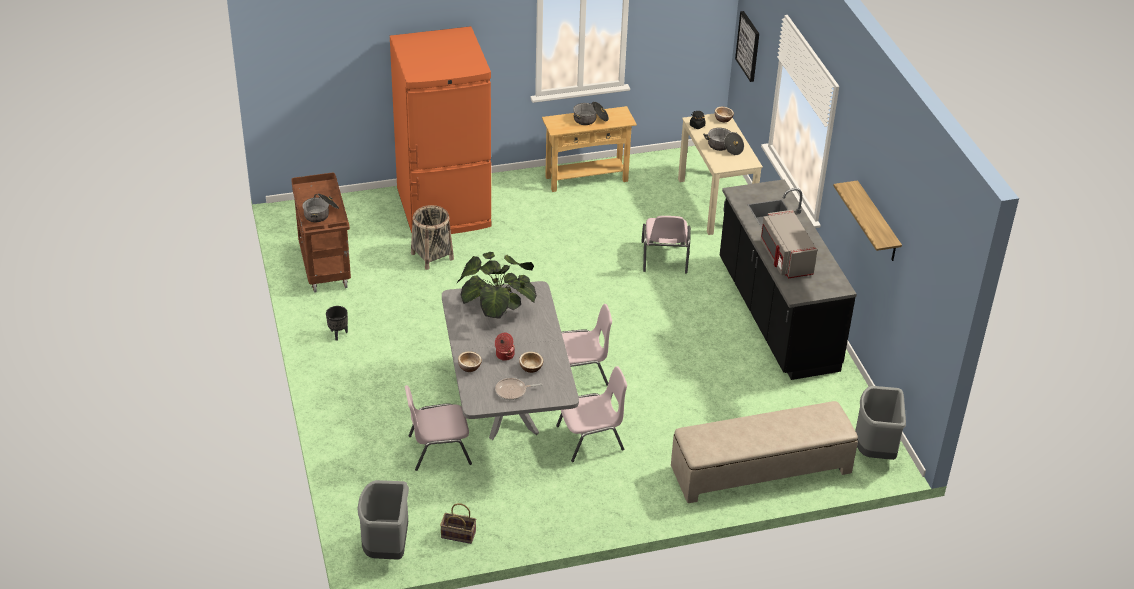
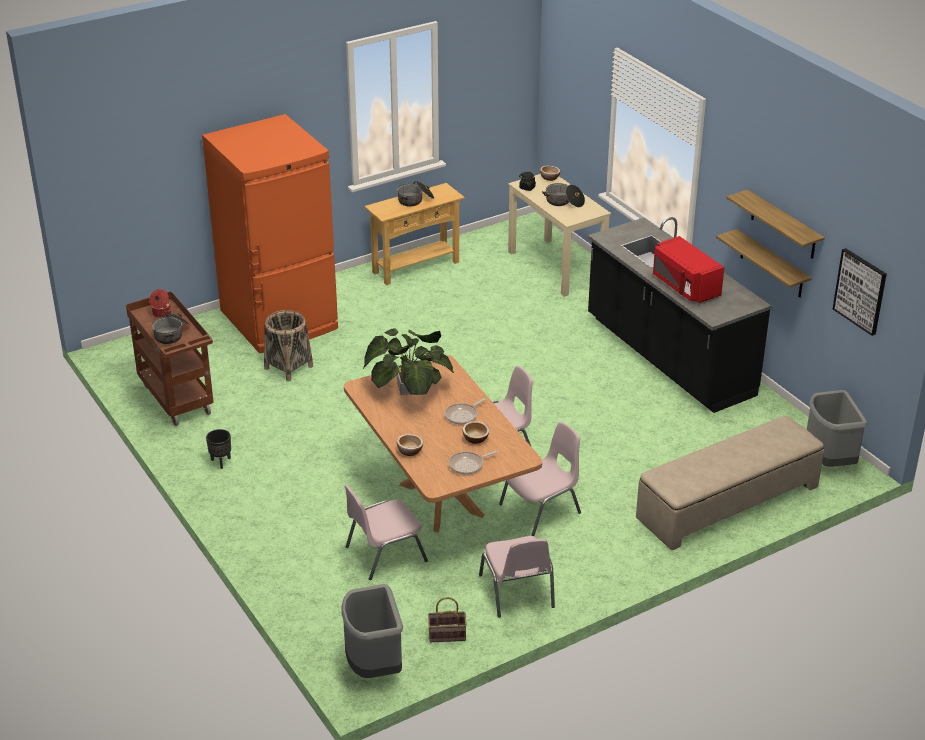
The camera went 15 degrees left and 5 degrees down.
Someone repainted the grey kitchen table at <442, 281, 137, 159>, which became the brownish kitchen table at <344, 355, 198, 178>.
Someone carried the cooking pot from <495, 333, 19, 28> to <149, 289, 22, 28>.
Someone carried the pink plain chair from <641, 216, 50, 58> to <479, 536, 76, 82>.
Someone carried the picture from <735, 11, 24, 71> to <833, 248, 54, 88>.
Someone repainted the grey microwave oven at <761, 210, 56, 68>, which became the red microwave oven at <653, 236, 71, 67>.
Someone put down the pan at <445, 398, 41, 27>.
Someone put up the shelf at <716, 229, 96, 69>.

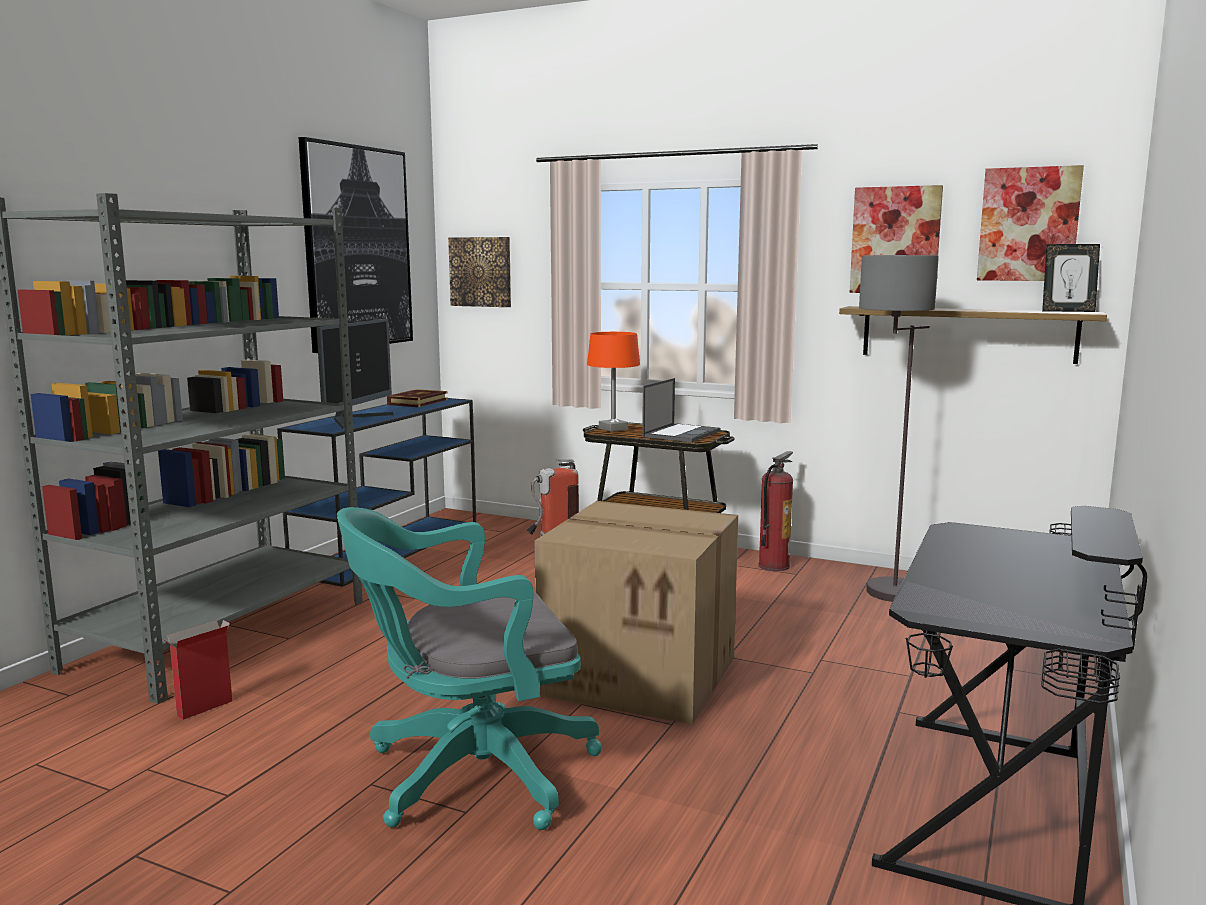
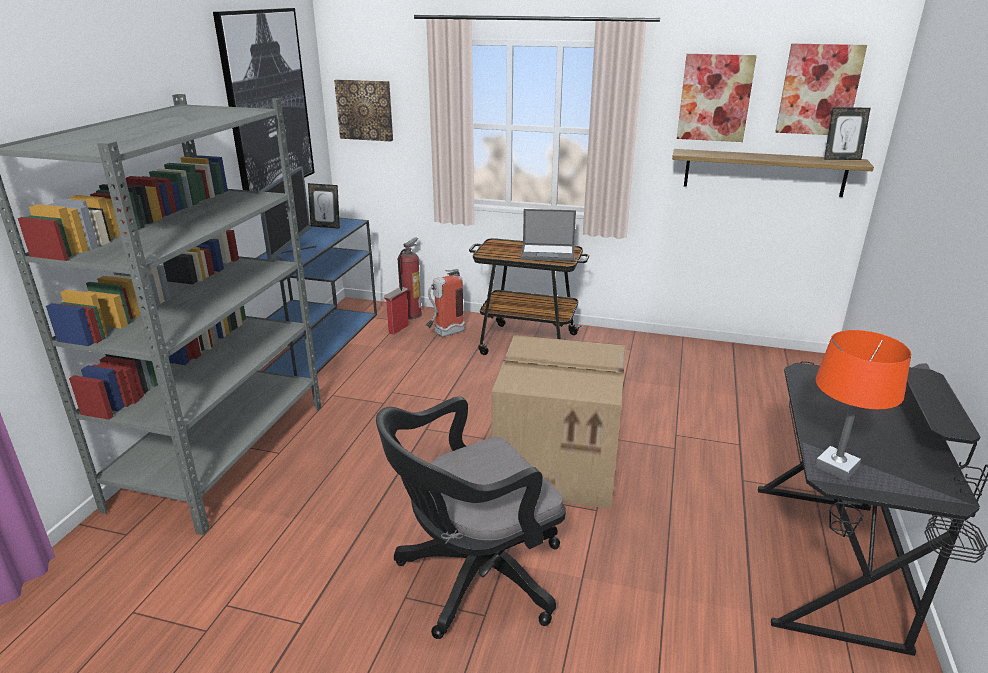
The camera went 10 degrees left and 15 degrees up.
Someone carried the packing box from <163, 620, 69, 100> to <384, 287, 25, 48>.
Someone repainted the turquoise desk chair at <337, 507, 265, 323>, which became the black desk chair at <376, 396, 190, 243>.
Someone swapped the bound book at <387, 389, 61, 18> for the standing frame at <308, 183, 32, 46>.
Someone carried the orange table lamp from <587, 332, 53, 100> to <815, 330, 96, 151>.
Someone rotated the portable computer at <642, 378, 78, 64> by 75 degrees clockwise.
Someone carried the extinguisher from <759, 451, 34, 120> to <398, 237, 24, 82>.
Someone took away the grey standing lamp at <859, 255, 80, 347>.

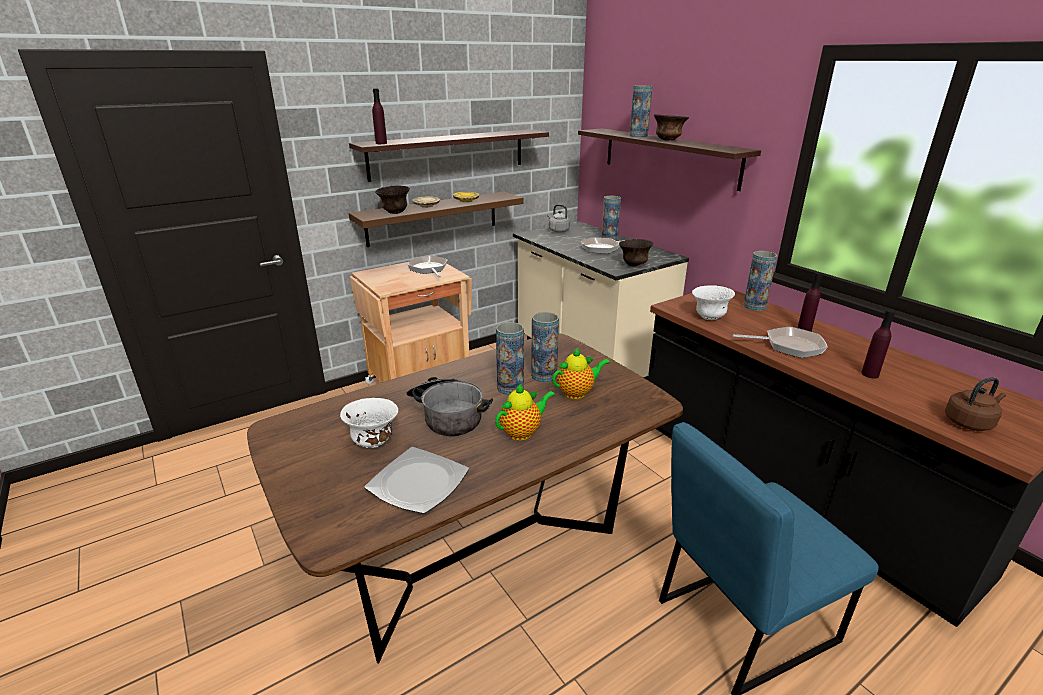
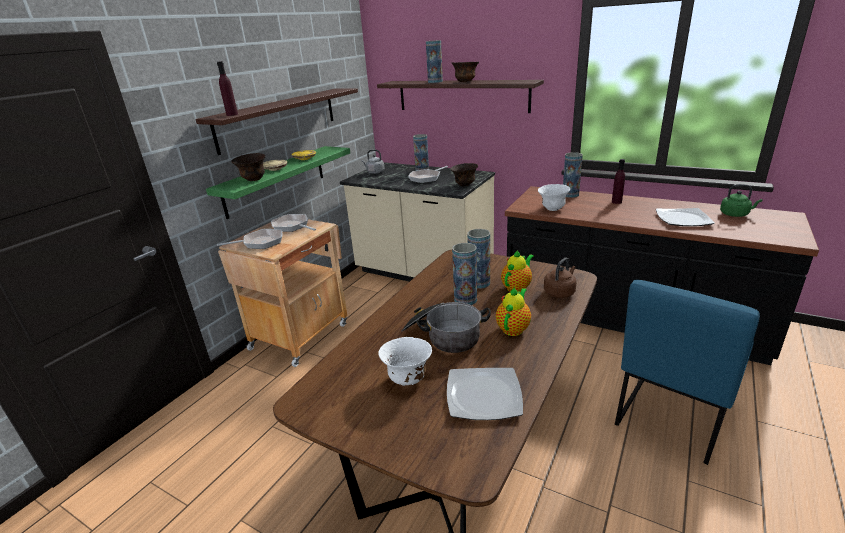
The camera went 25 degrees left and 0 degrees up.
Someone repainted the brownish shelf at <349, 192, 174, 55>, which became the greenish shelf at <206, 146, 144, 73>.
Someone carried the pan from <733, 327, 95, 31> to <217, 229, 66, 20>.
Someone swapped the purple-coloured beverage bottle at <861, 310, 34, 69> for the dinner plate at <656, 208, 59, 18>.
Someone carried the brownish kettle from <945, 377, 61, 54> to <544, 258, 32, 40>.
Someone put down the greenish kettle at <720, 184, 42, 33>.

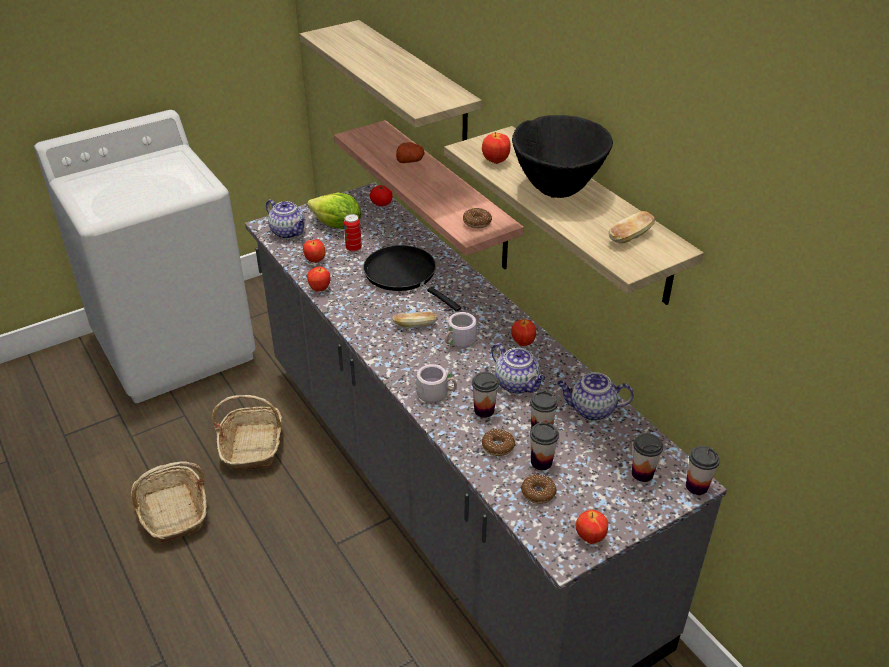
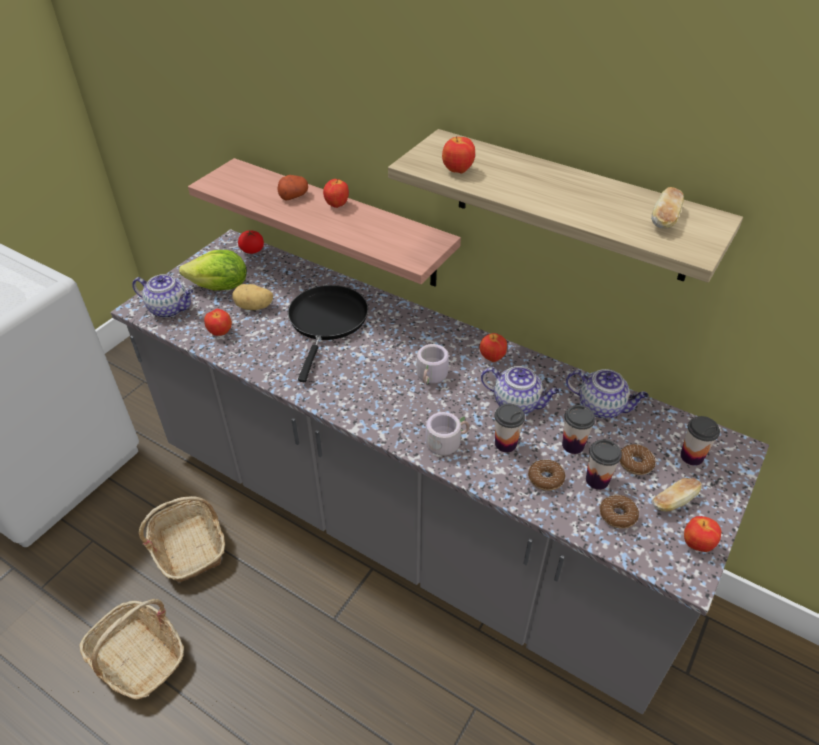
The camera went 25 degrees left and 5 degrees up.
Someone took away the shelf at <300, 20, 182, 121>.
Someone carried the apple fruit from <307, 266, 24, 26> to <323, 179, 26, 29>.
Someone swapped the metal can at <344, 214, 18, 38> for the whole potato at <232, 284, 41, 26>.
Someone rotated the black pan at <363, 245, 98, 67> by 75 degrees clockwise.
Someone carried the bread from <392, 312, 45, 16> to <652, 478, 50, 34>.
Someone carried the ring doughnut from <463, 208, 29, 20> to <620, 444, 36, 31>.
Someone took away the black deep dish at <512, 115, 101, 83>.
Someone rotated the pot for tea at <557, 372, 77, 49> by 135 degrees counterclockwise.
Someone took away the drinking cup at <686, 446, 34, 49>.

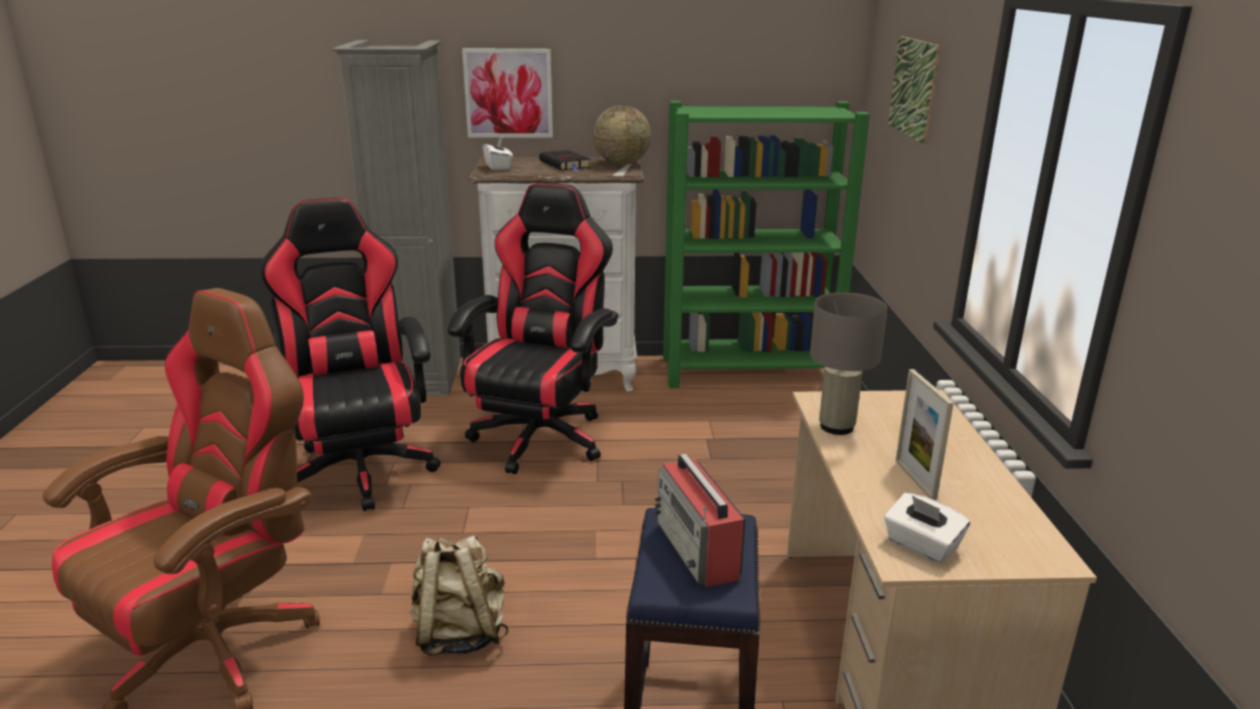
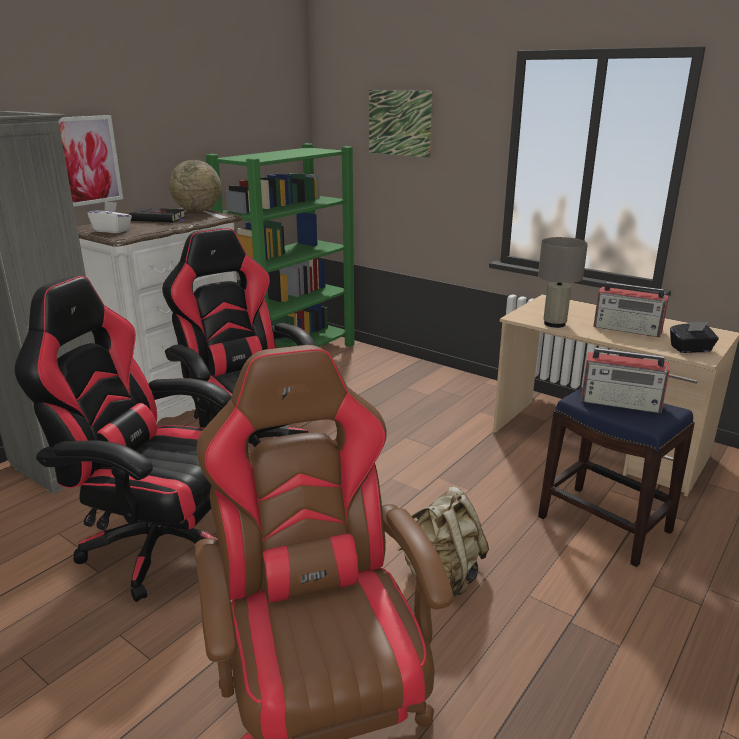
The camera went 50 degrees left and 0 degrees up.
Someone repainted the whitish tissue holder at <884, 493, 86, 70>, which became the black tissue holder at <670, 322, 49, 31>.
Someone swapped the standing frame at <896, 369, 58, 131> for the radio set at <593, 282, 76, 56>.

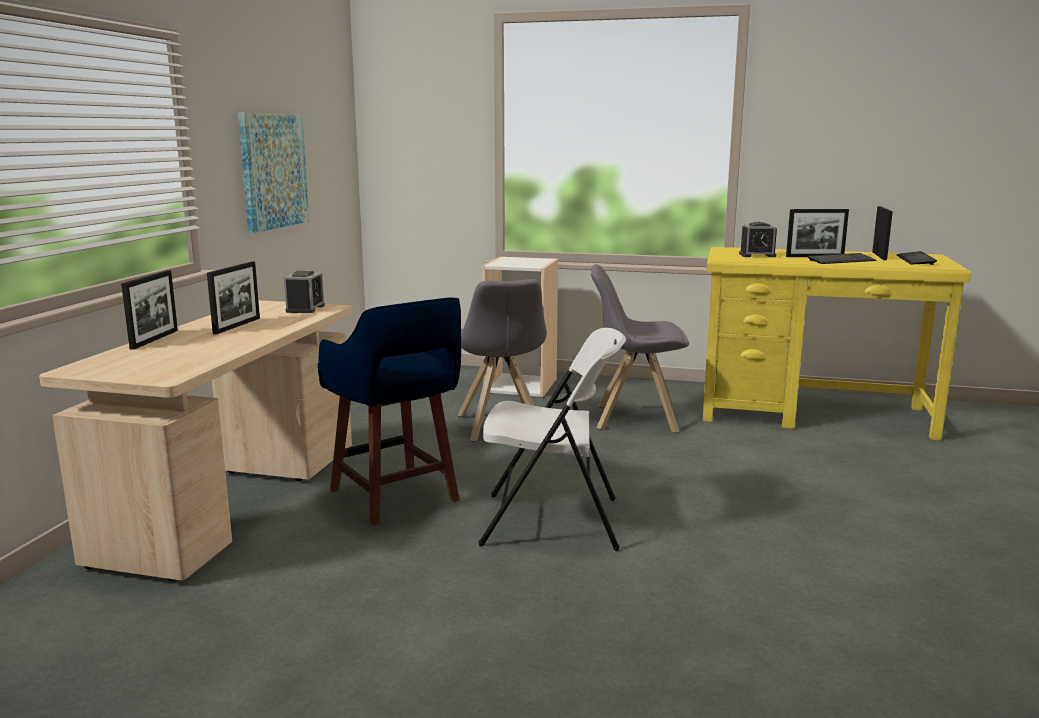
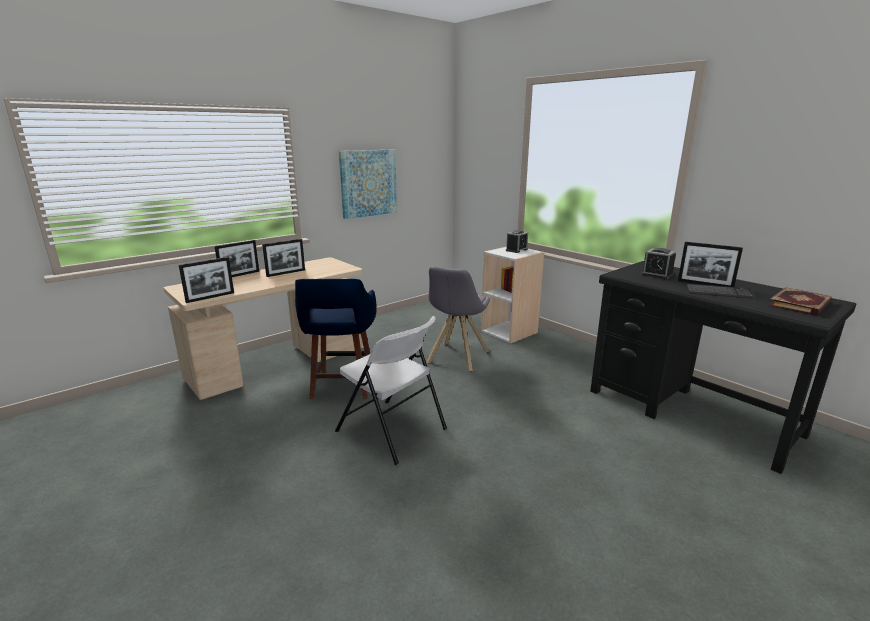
The camera went 35 degrees right and 5 degrees up.
Someone carried the alarm clock from <284, 271, 41, 42> to <506, 230, 22, 23>.
Someone took away the grey plain chair at <591, 264, 98, 169>.
Someone repainted the yellow desk unit at <703, 247, 268, 194>, which became the black desk unit at <590, 261, 267, 213>.
Someone carried the standing frame from <872, 206, 21, 54> to <179, 257, 55, 46>.
Someone swapped the keyboard at <896, 251, 41, 14> for the bound book at <768, 287, 64, 29>.

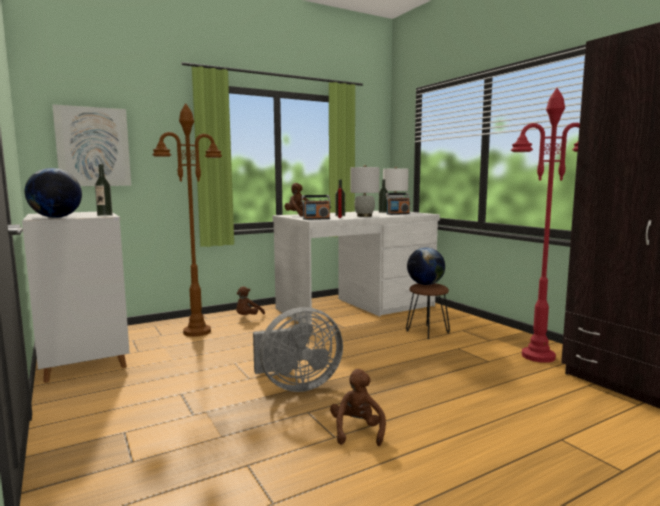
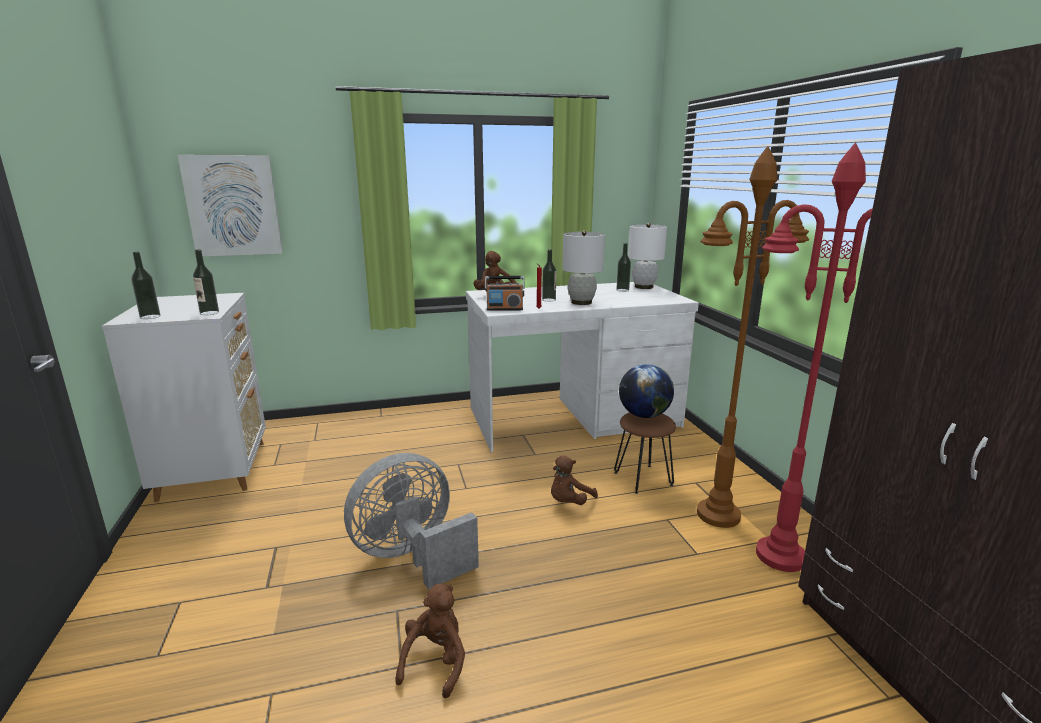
The camera went 15 degrees right and 10 degrees up.
Someone swapped the globe at <25, 168, 57, 50> for the beverage bottle at <131, 252, 29, 67>.
Someone carried the brownish standing lamp from <152, 103, 70, 234> to <697, 146, 112, 382>.
Someone carried the brownish plush toy from <236, 286, 29, 29> to <551, 456, 47, 49>.
Someone rotated the grey electric fan at <253, 307, 90, 85> by 150 degrees clockwise.
Someone took away the radio set at <385, 193, 25, 22>.

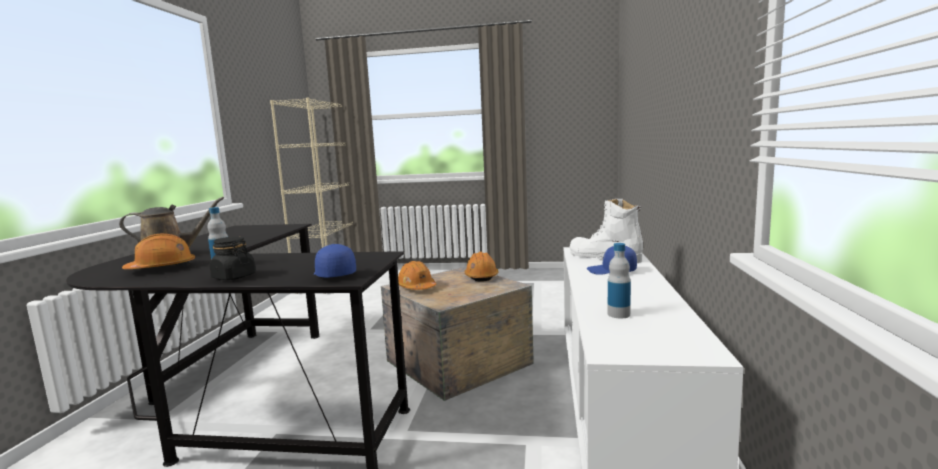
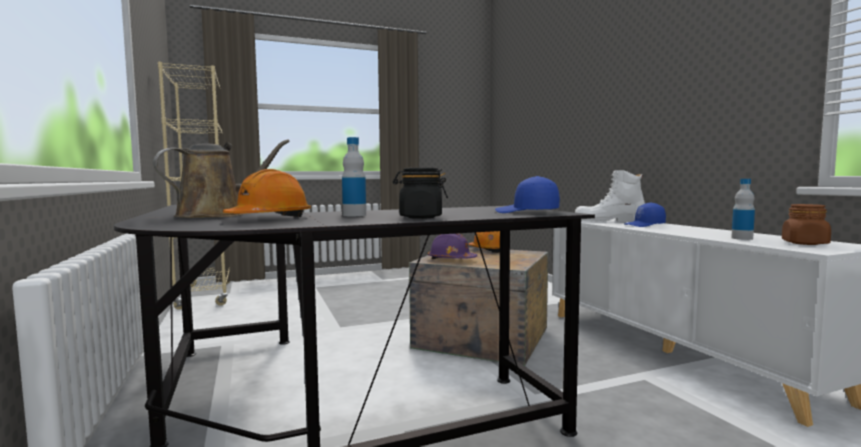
The camera went 30 degrees left and 5 degrees down.
Someone repainted the orange work helmet at <398, 261, 38, 29>, which became the purple-coloured work helmet at <428, 233, 49, 26>.
Someone put down the brownish jar at <782, 204, 49, 41>.

